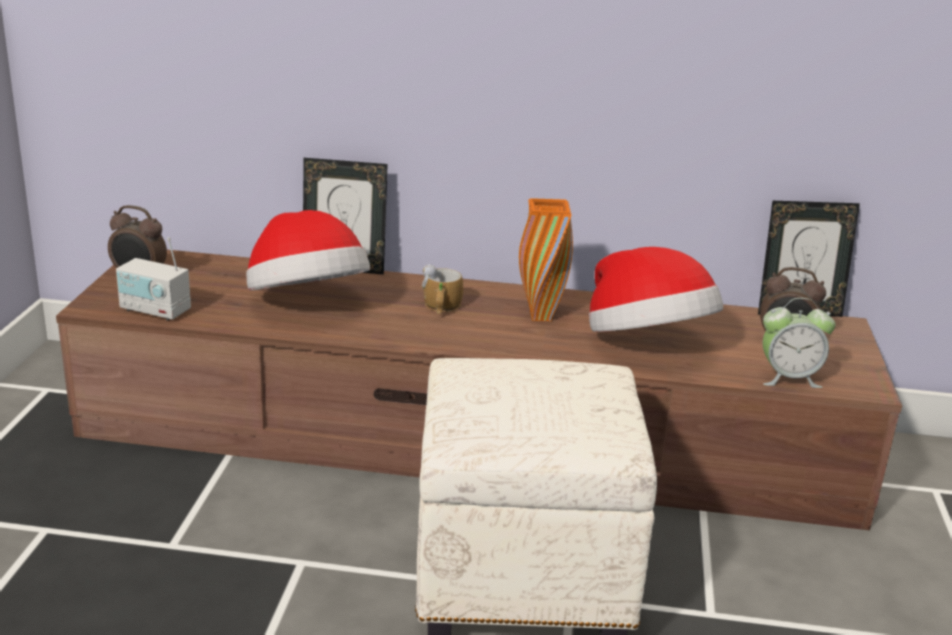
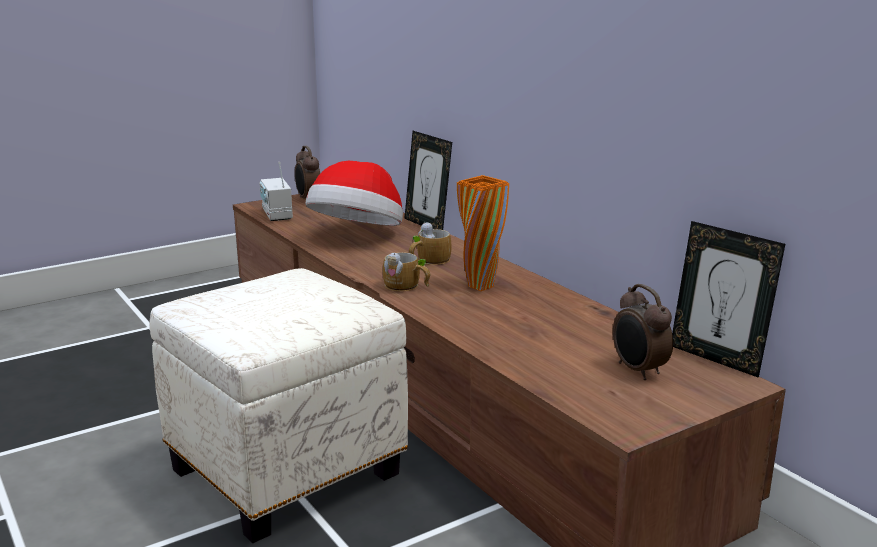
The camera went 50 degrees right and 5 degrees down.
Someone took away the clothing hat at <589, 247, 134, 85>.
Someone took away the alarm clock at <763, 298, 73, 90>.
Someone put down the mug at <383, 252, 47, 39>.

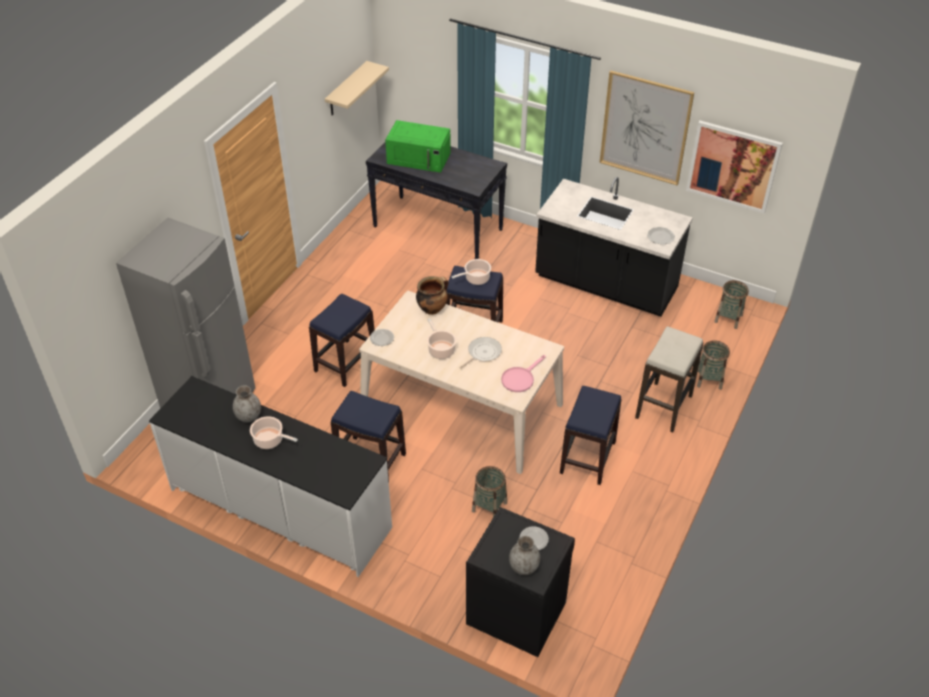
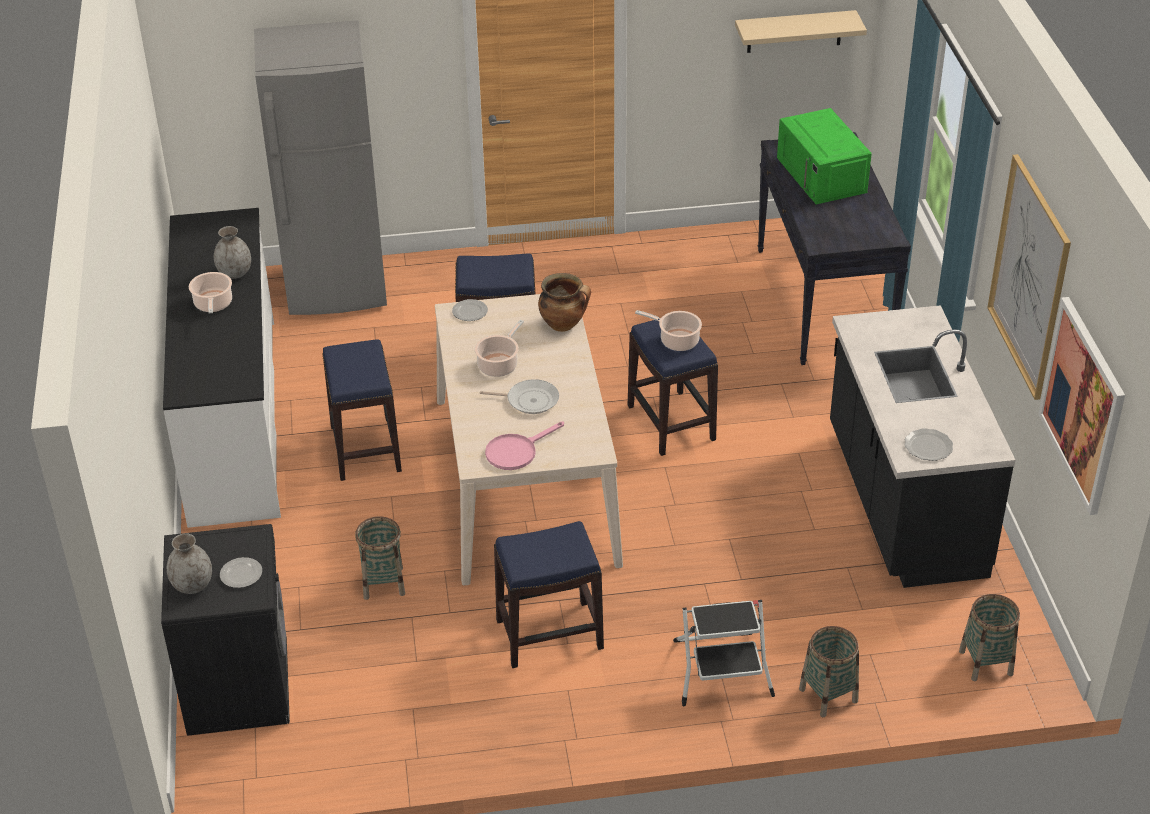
The camera went 55 degrees right and 5 degrees down.
Someone rotated the pink pan at <501, 355, 45, 37> by 45 degrees counterclockwise.
Someone swapped the stool at <635, 327, 68, 106> for the step ladder at <673, 600, 102, 106>.

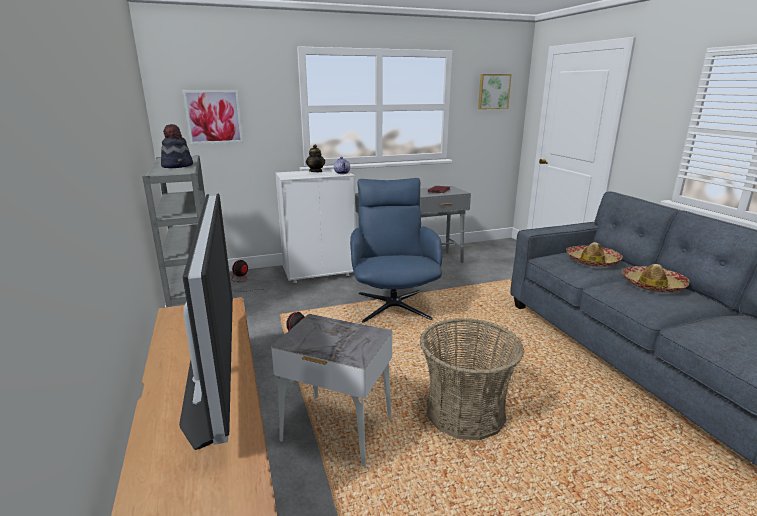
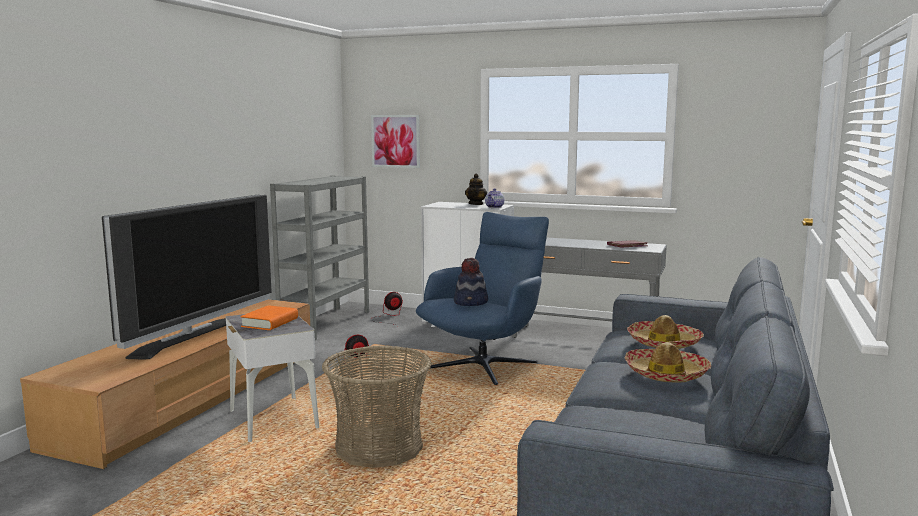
The camera went 40 degrees right and 10 degrees down.
Someone carried the clothing hat from <161, 124, 32, 44> to <454, 258, 34, 48>.
Someone took away the picture at <478, 74, 34, 35>.
Someone put down the orange bound book at <240, 305, 58, 25>.

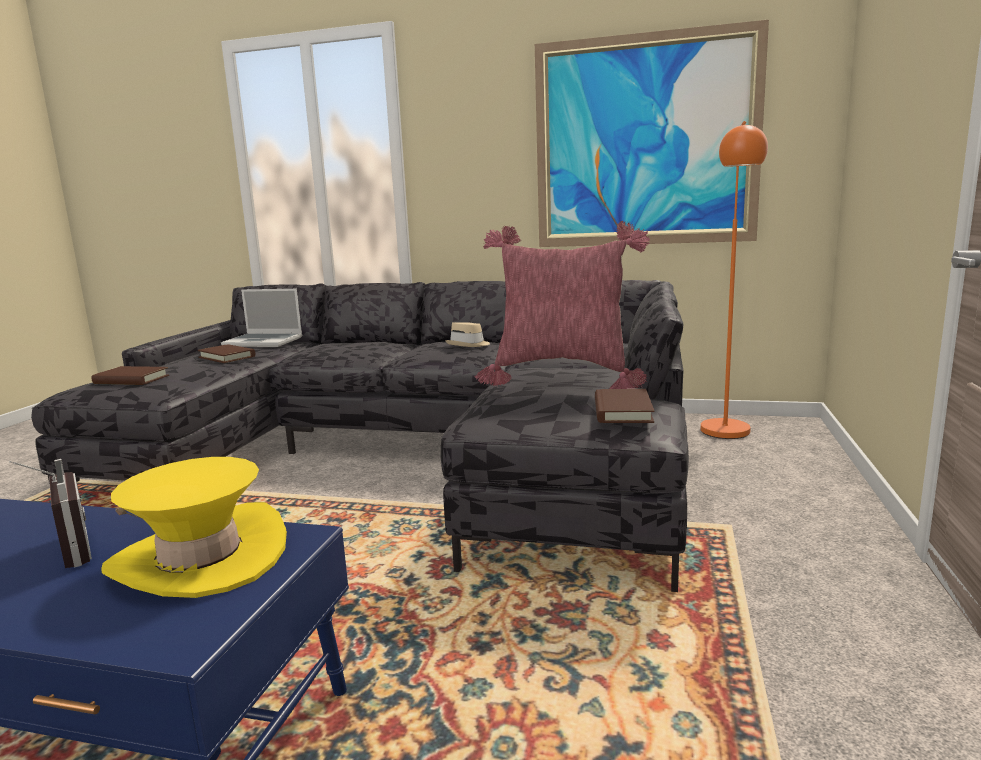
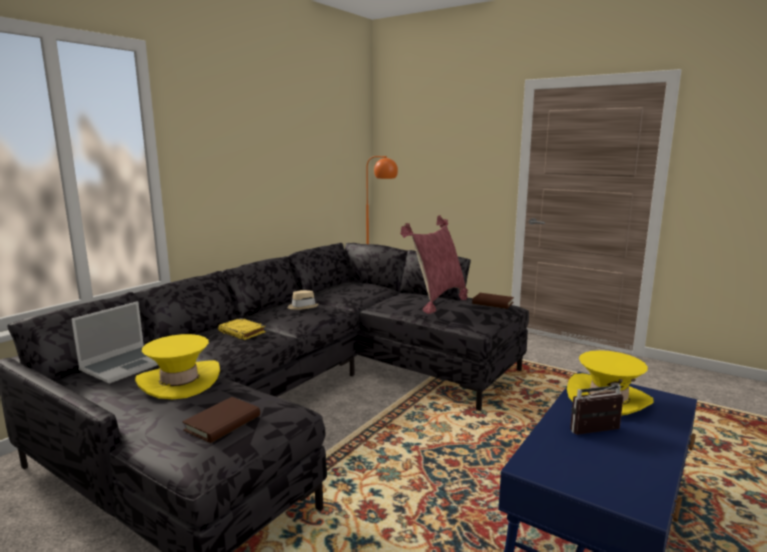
The camera went 70 degrees left and 0 degrees up.
Someone swapped the brownish bound book at <198, 344, 57, 19> for the yellow clothing hat at <135, 334, 85, 65>.
Someone took away the picture at <535, 20, 234, 227>.
Someone put down the yellow bound book at <218, 318, 48, 22>.

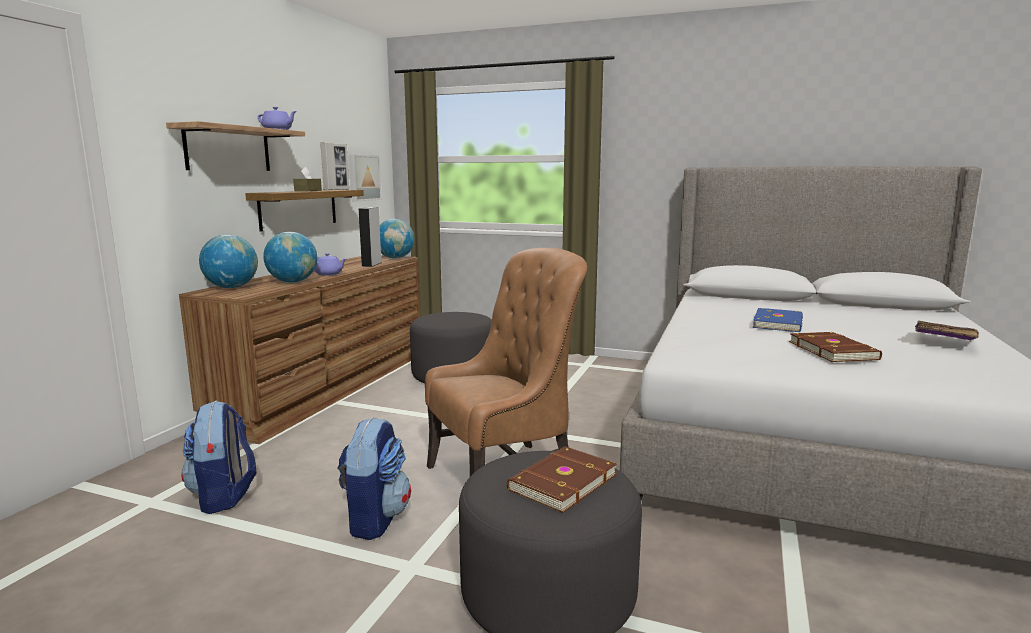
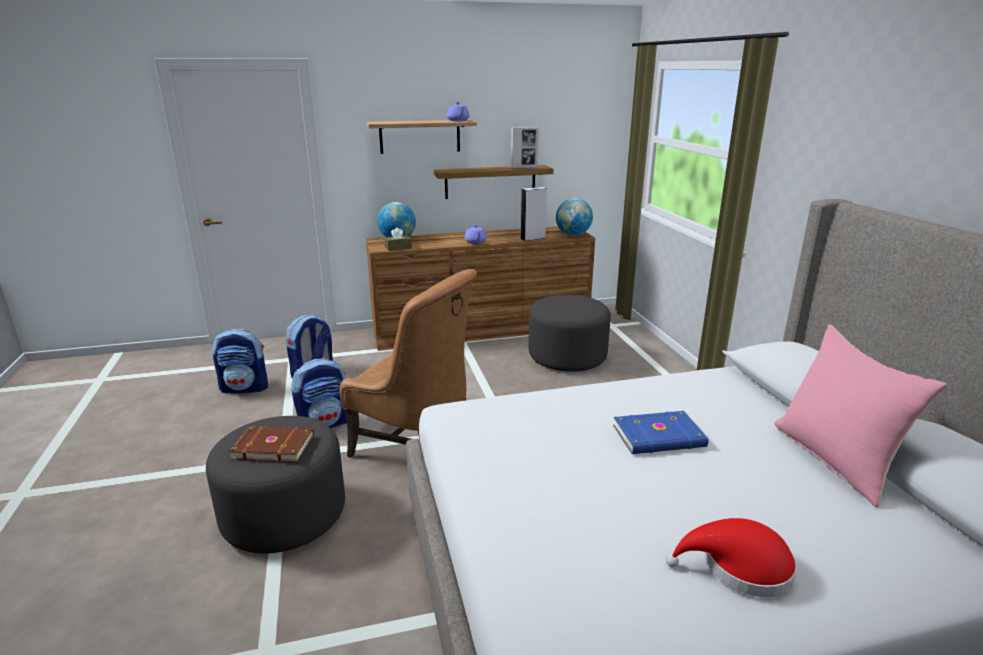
The camera went 55 degrees right and 10 degrees up.
Someone took away the globe at <263, 232, 54, 51>.
Someone carried the brownish tissue holder from <293, 167, 29, 24> to <385, 227, 27, 24>.
Someone took away the picture at <349, 155, 33, 46>.
Someone took away the brownish bound book at <789, 332, 93, 30>.
Someone swapped the purple-coloured bound book at <915, 320, 64, 20> for the red clothing hat at <666, 518, 131, 79>.
Someone put down the knapsack at <212, 328, 56, 65>.
Someone put down the pink pillow at <774, 324, 174, 183>.

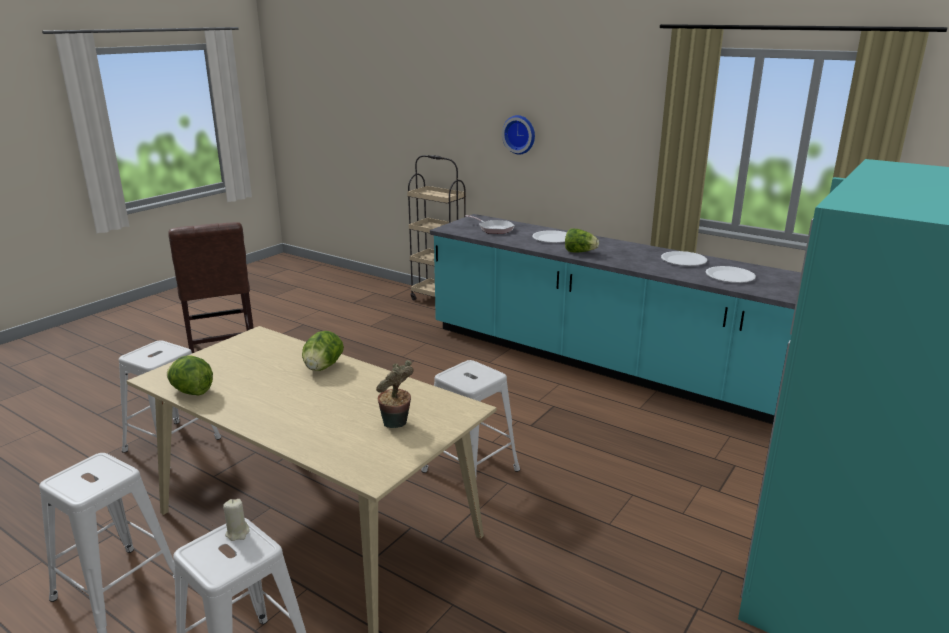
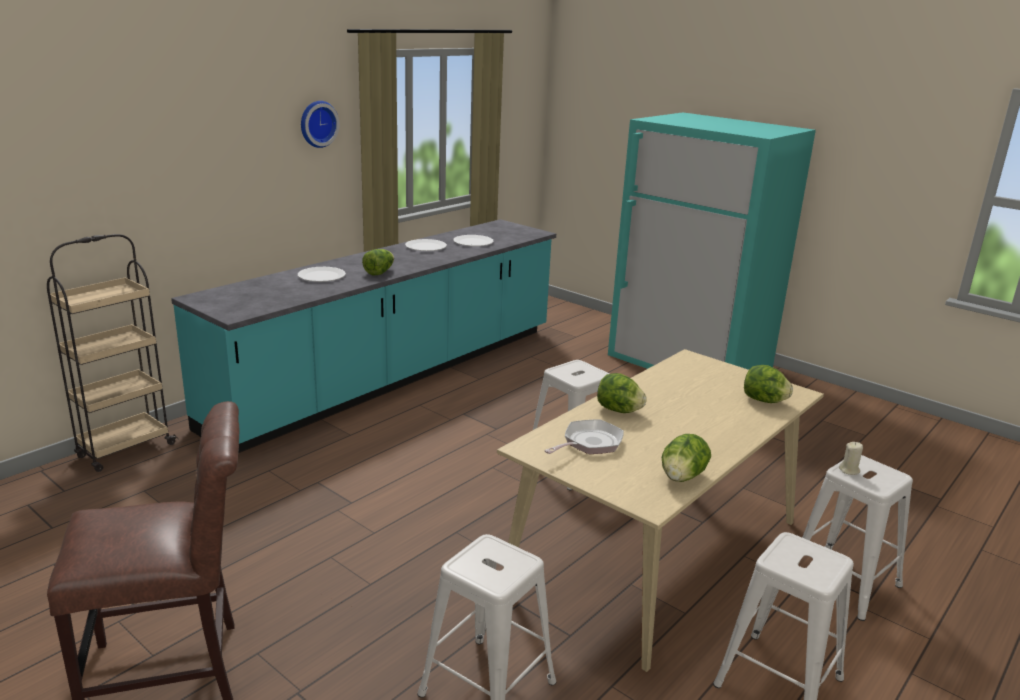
The camera went 85 degrees left and 0 degrees up.
Someone took away the plant in a pot at <376, 360, 38, 68>.
Someone carried the pan from <465, 215, 50, 19> to <544, 419, 80, 35>.
Someone carried the wall clock from <502, 115, 33, 39> to <301, 101, 39, 47>.
Someone put down the head of lettuce at <744, 365, 49, 38>.

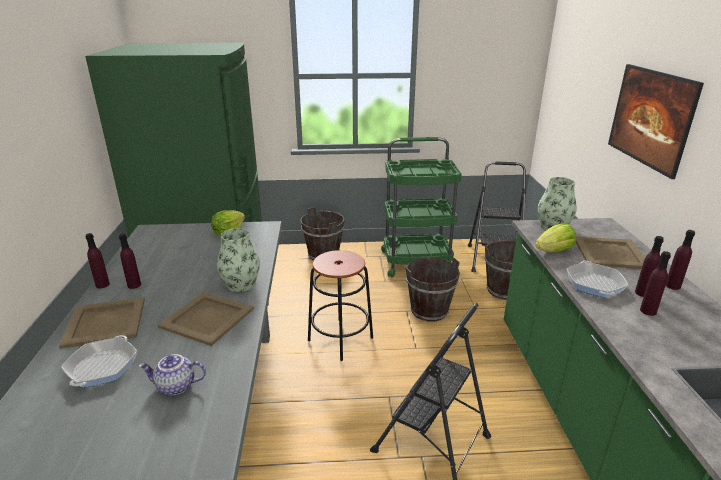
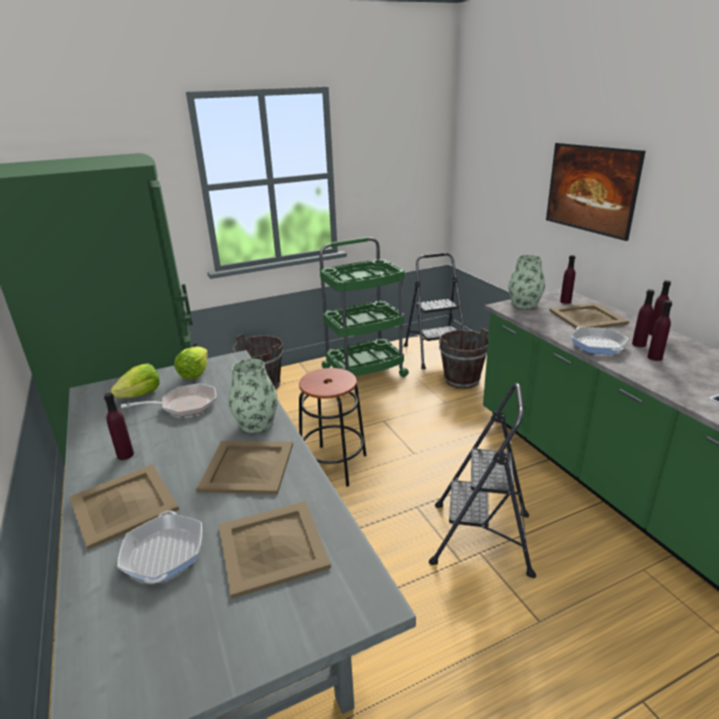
The camera went 20 degrees left and 0 degrees up.
Someone carried the purple-coloured beverage bottle from <85, 233, 25, 55> to <560, 255, 15, 49>.
Someone swapped the pot for tea at <139, 354, 67, 41> for the beige-coloured carrying tray at <219, 501, 112, 98>.
Someone took away the brownish water bucket at <405, 257, 55, 65>.
Someone carried the head of lettuce from <535, 224, 41, 28> to <110, 364, 50, 34>.
Someone put down the pan at <121, 383, 95, 34>.

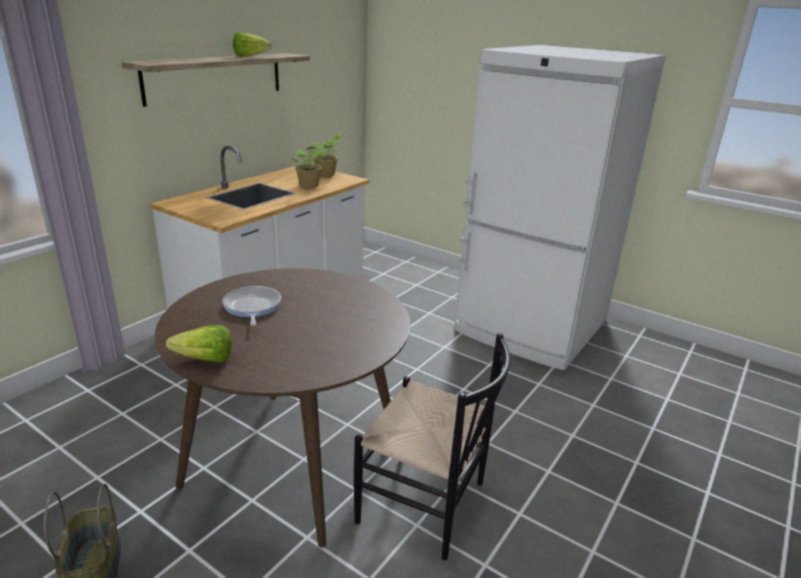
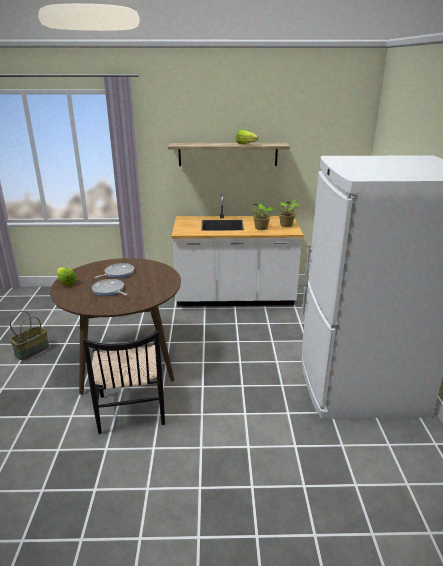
The camera went 55 degrees right and 0 degrees up.
Someone put down the pan at <92, 279, 35, 17>.

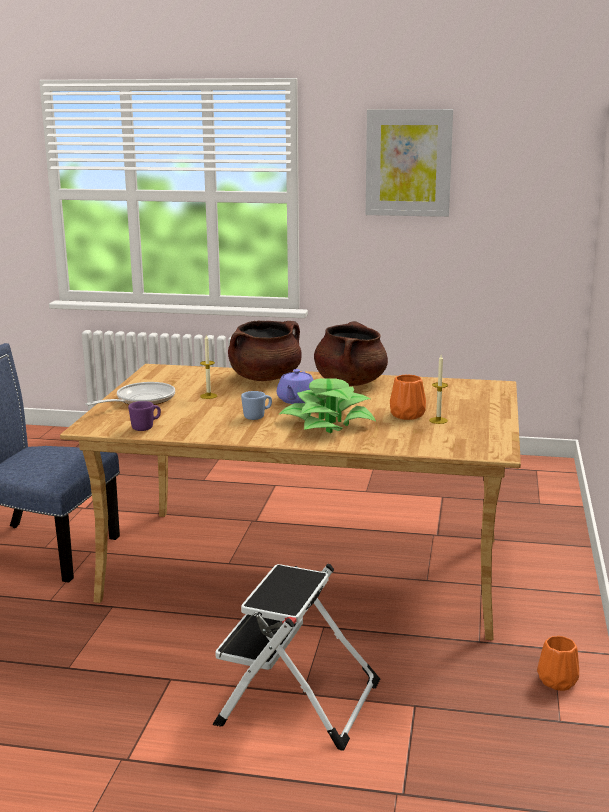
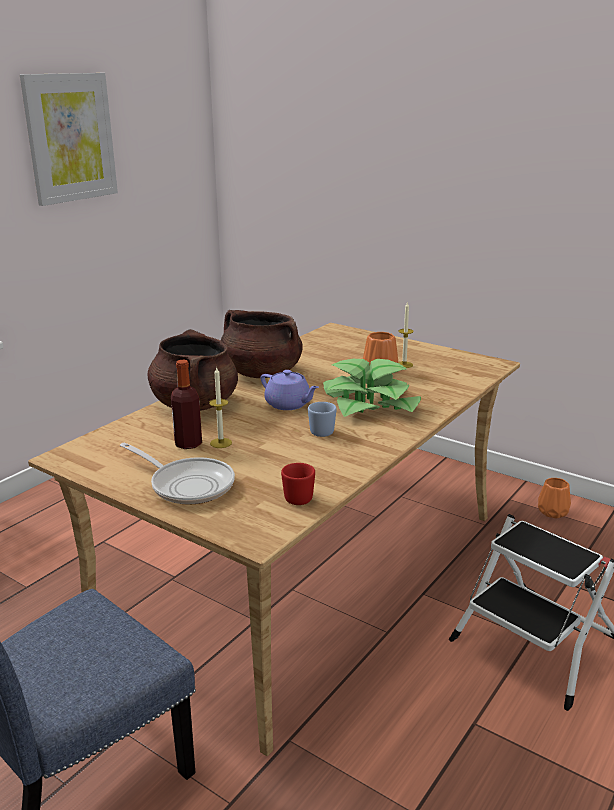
The camera went 65 degrees left and 5 degrees up.
Someone rotated the pan at <86, 382, 89, 24> by 150 degrees clockwise.
Someone repainted the purple-coloured mug at <128, 401, 33, 30>, which became the red mug at <281, 463, 34, 42>.
Someone put down the beverage bottle at <171, 360, 31, 89>.

